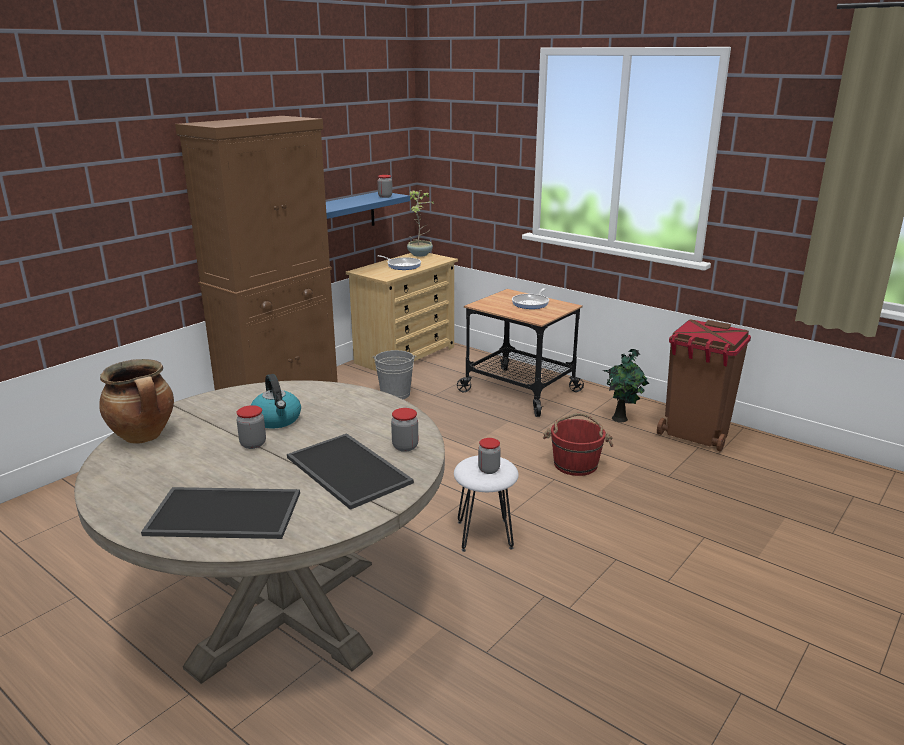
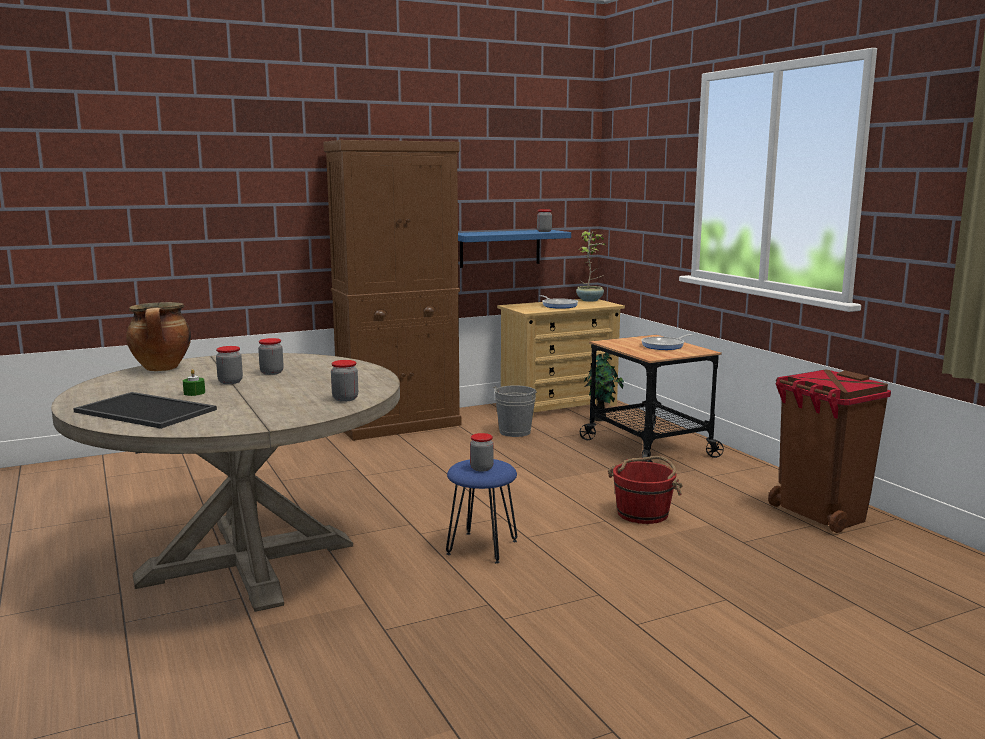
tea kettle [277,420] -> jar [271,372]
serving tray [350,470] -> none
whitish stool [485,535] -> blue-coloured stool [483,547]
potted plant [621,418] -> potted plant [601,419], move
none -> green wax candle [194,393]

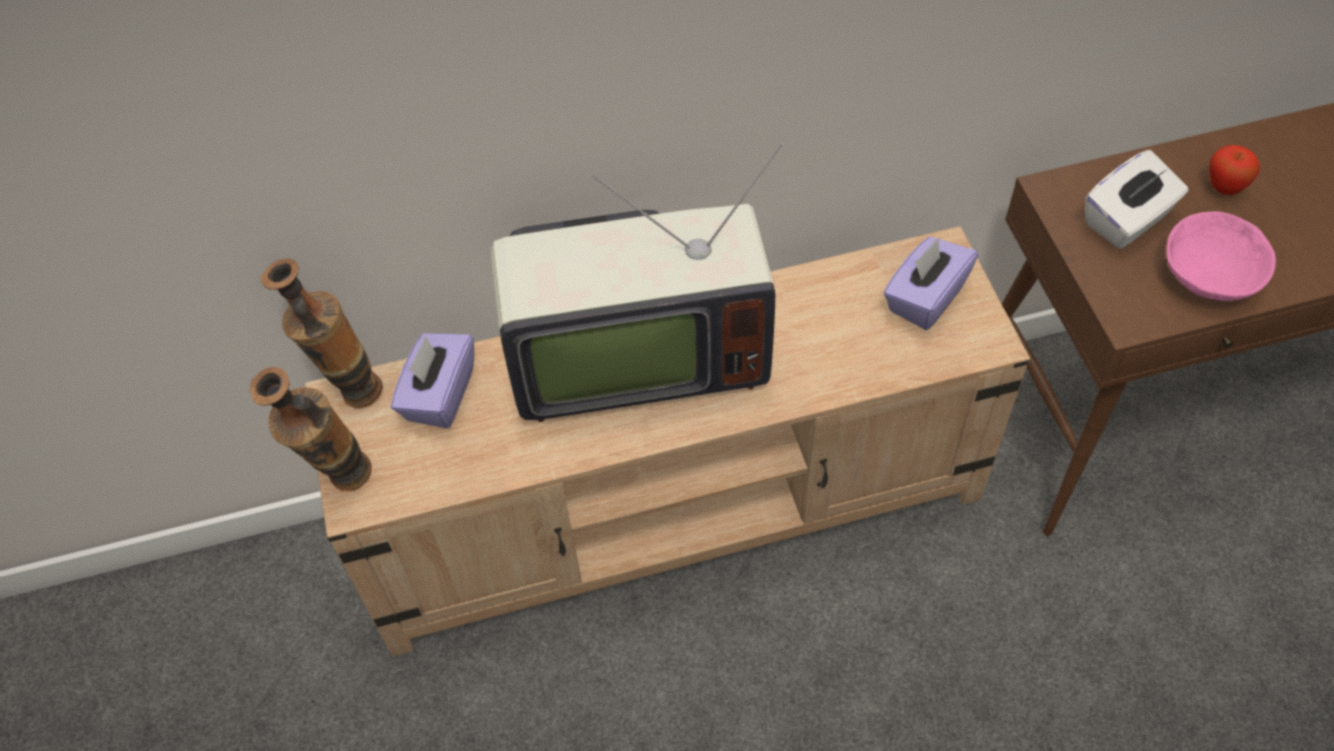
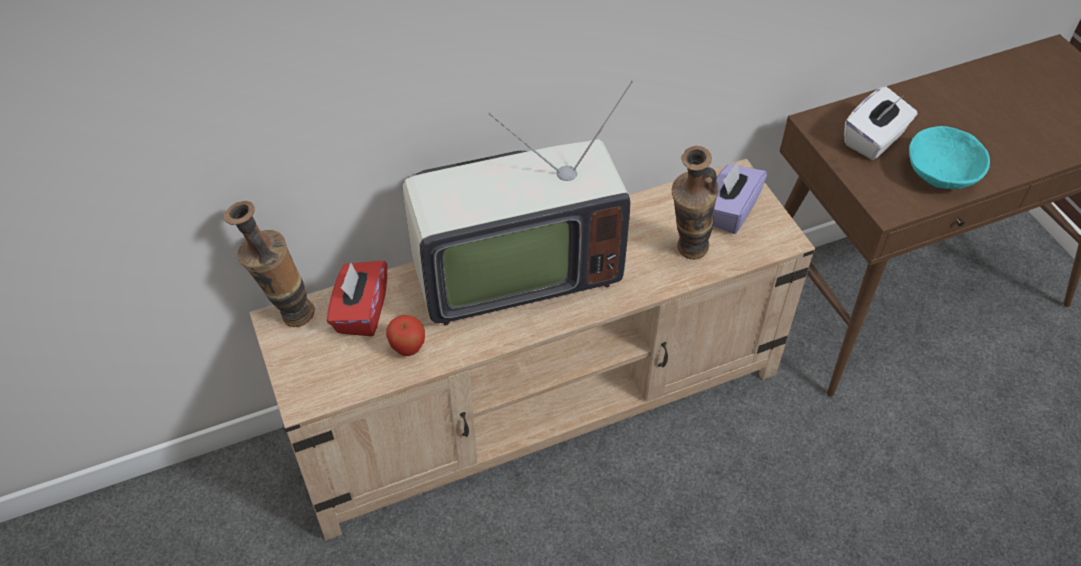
flower vase [339,483] -> flower vase [686,255], move
purplish tissue holder [439,395] -> red tissue holder [361,312]
pink-coloured serving bowl [1209,275] -> blue-green serving bowl [940,173]
apple [1224,188] -> apple [408,348], move

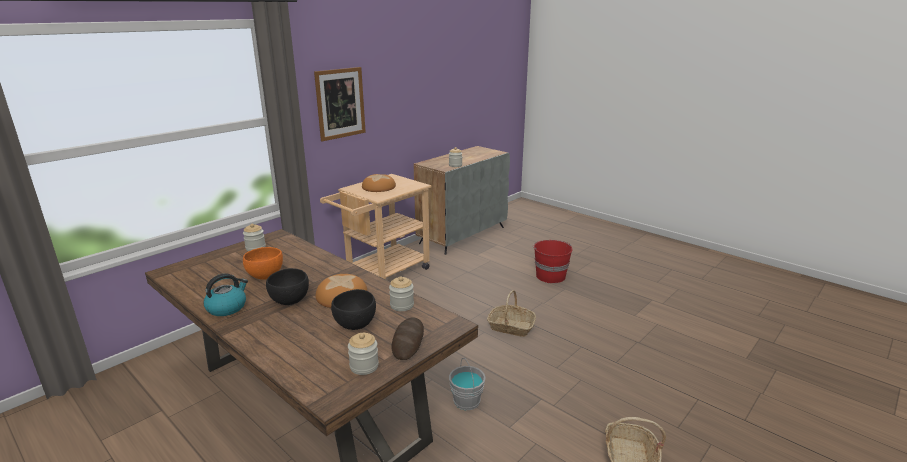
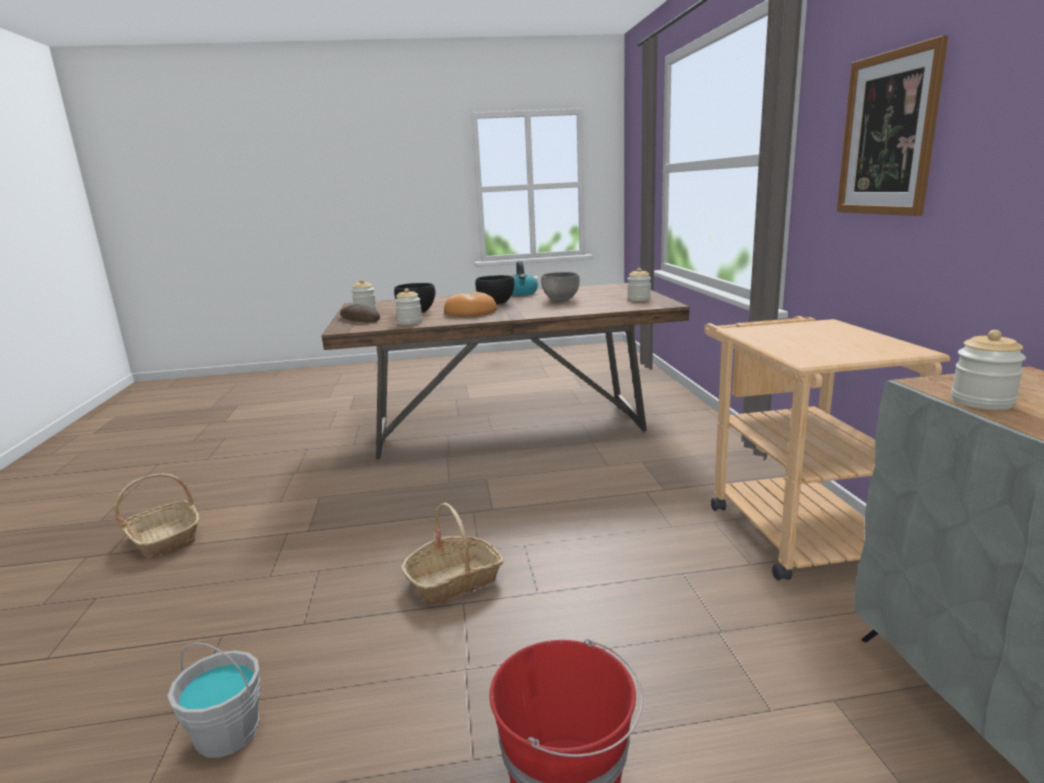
orange-coloured serving bowl [266,276] -> gray serving bowl [561,300]
baked bread [379,187] -> none
gray water bucket [467,401] -> gray water bucket [227,733], move

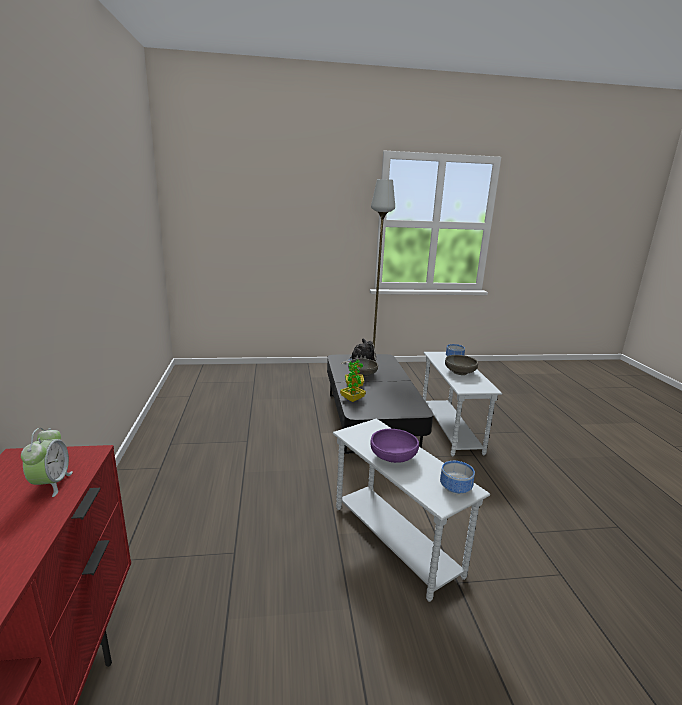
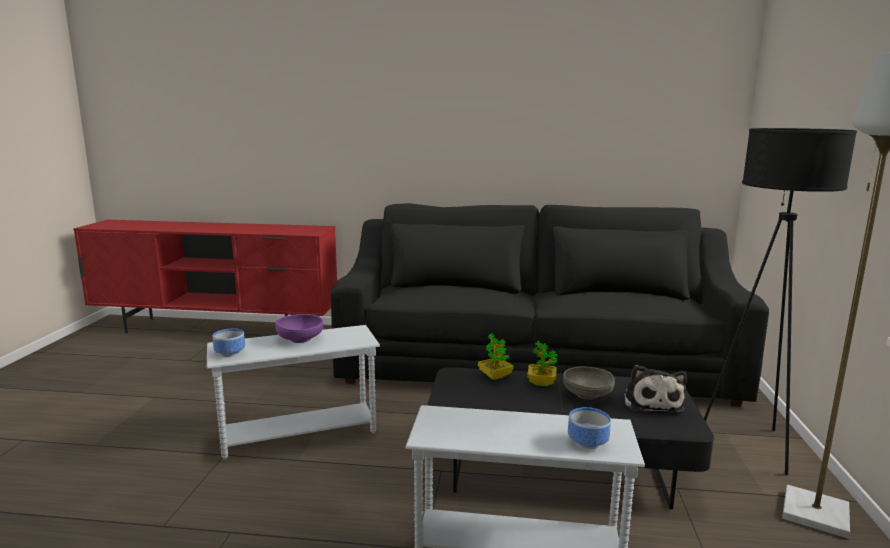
bedside clock [51,484] -> none
gray serving bowl [460,372] -> none
none -> black settee [535,363]
none -> black floor lamp [752,446]

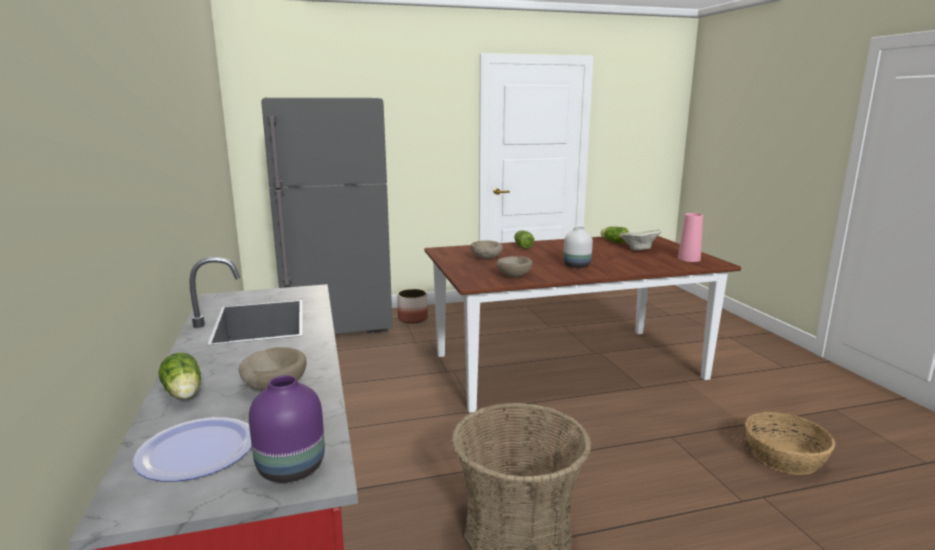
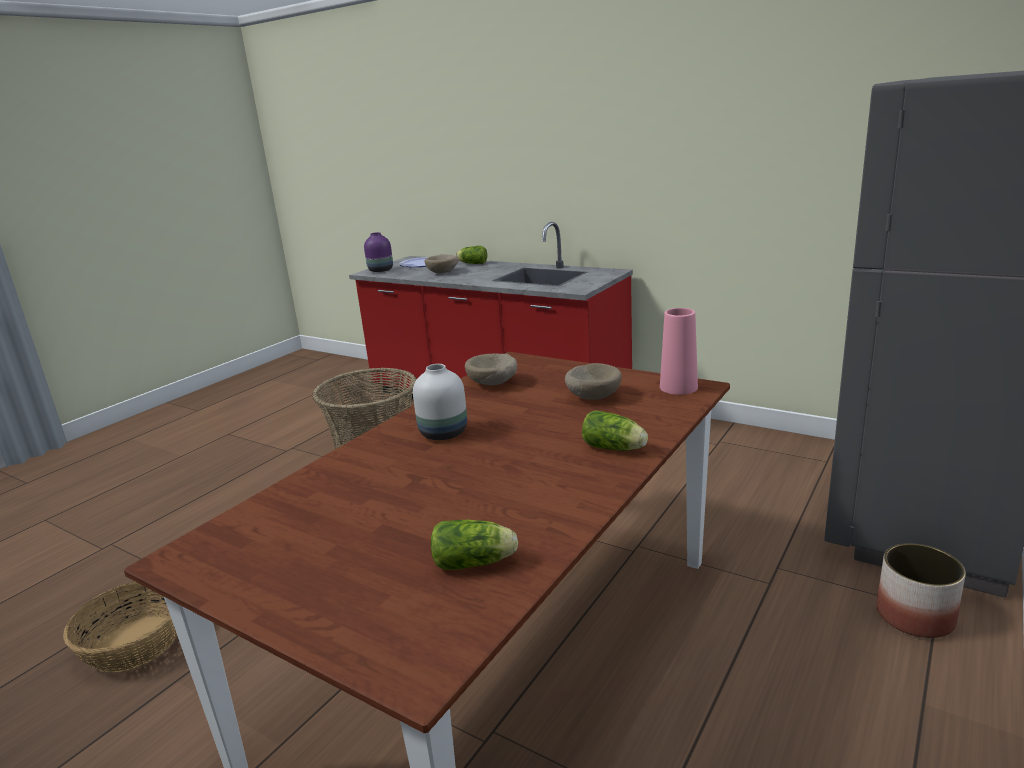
beige serving bowl [638,250] -> none
pink-coloured flower vase [689,259] -> pink-coloured flower vase [678,387], move

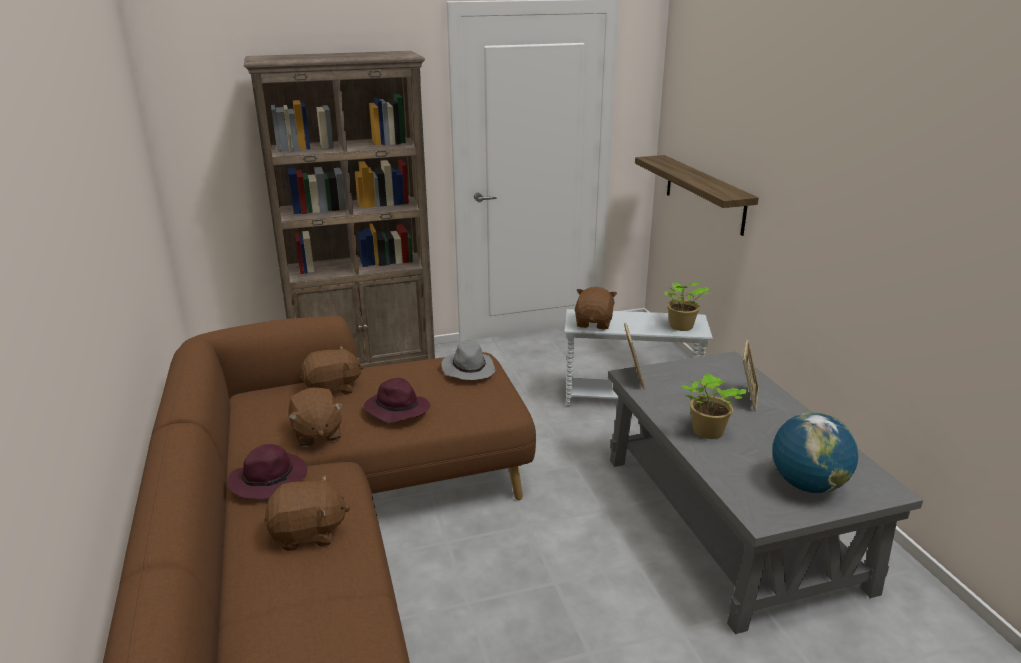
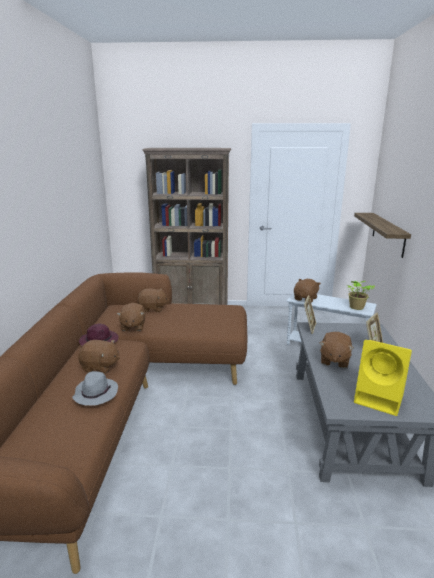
purplish hat [396,409] -> none
gray hat [468,369] -> gray hat [95,393], move
potted plant [706,432] -> brown soft toy [334,360]
world globe [807,485] -> yellow speaker [380,399]

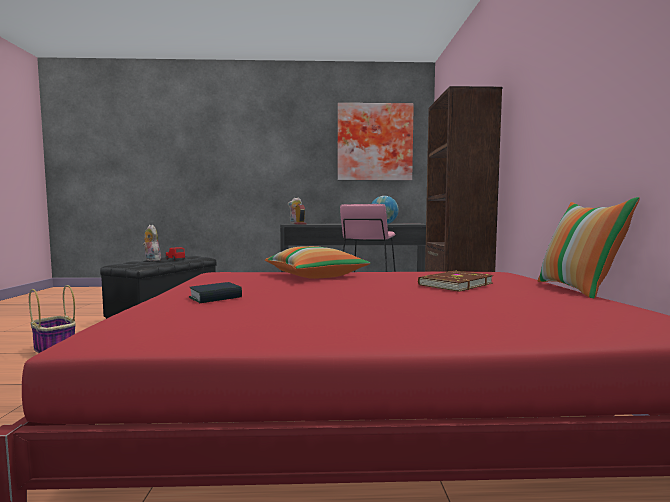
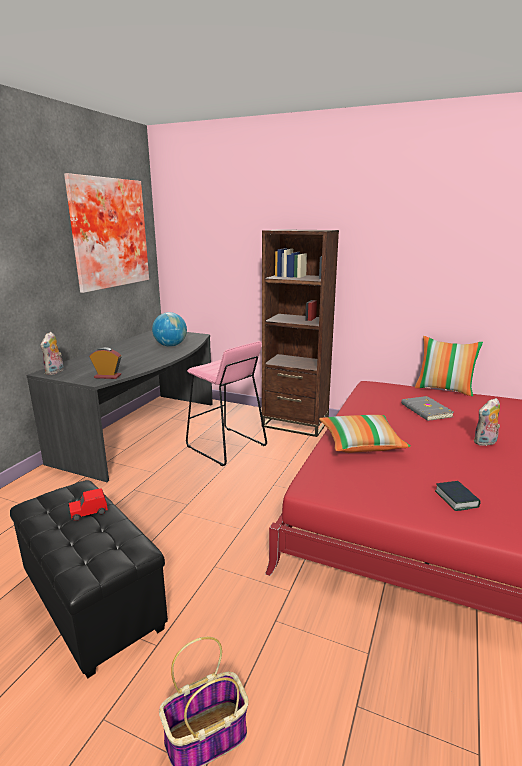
soft toy [151,260] -> soft toy [485,443], move
brown book [454,284] -> gray book [425,410]

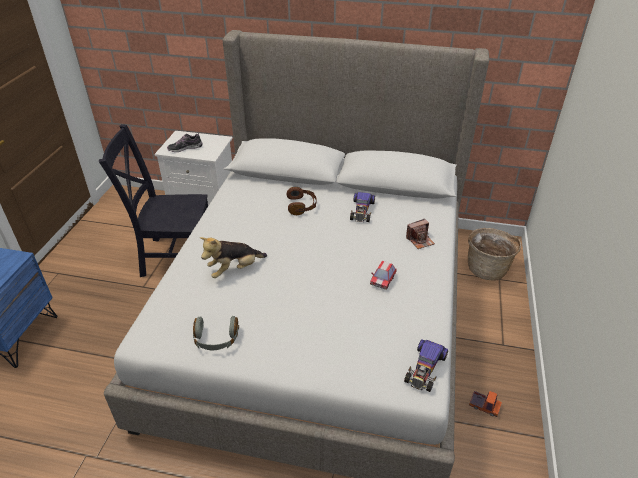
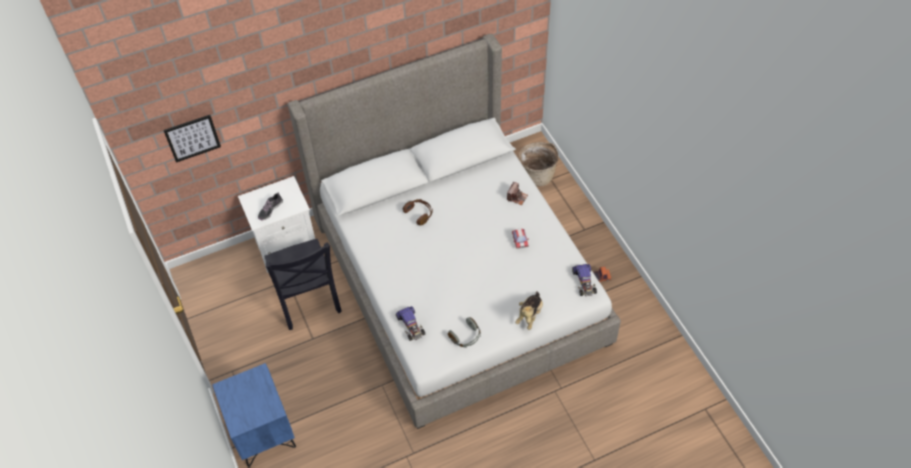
black plain chair [174,256] -> black plain chair [307,301], 75 degrees counterclockwise
soft toy [234,269] -> soft toy [529,315], move
miniature car [362,211] -> miniature car [411,325], move
none -> picture [192,138]

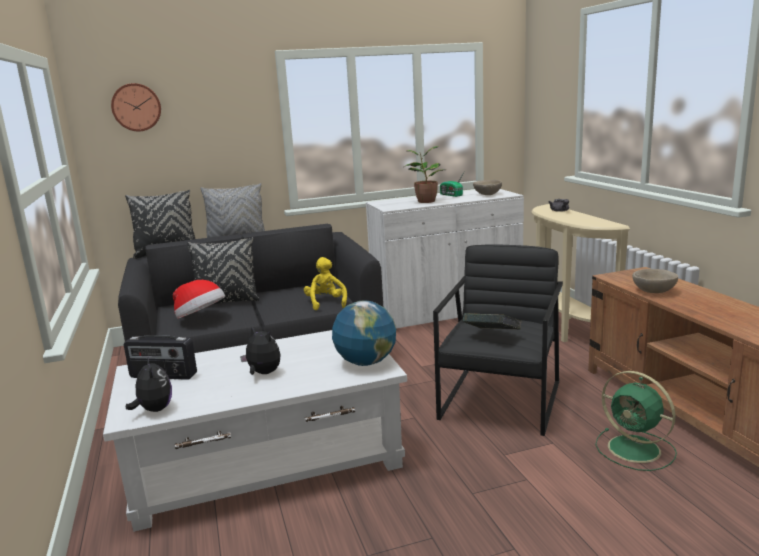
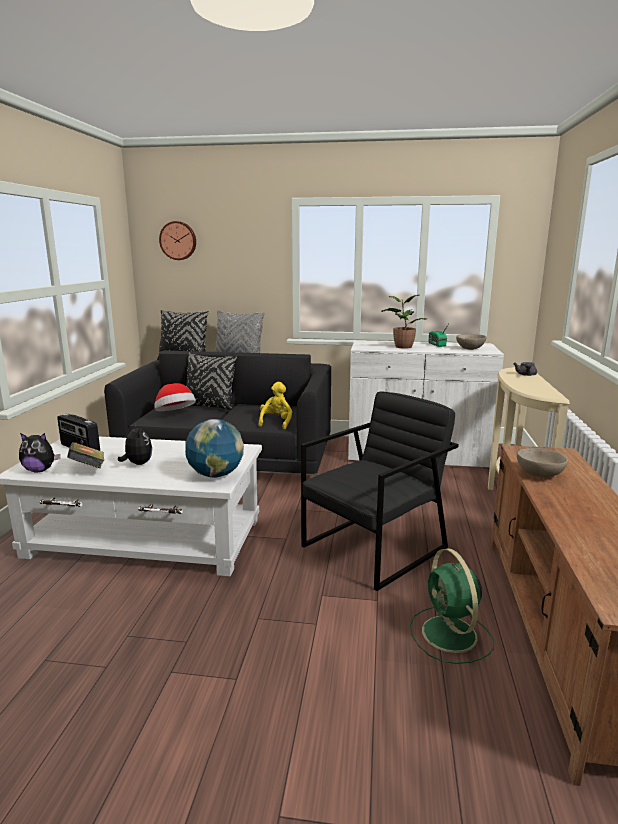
soft toy [154,410] -> soft toy [40,470], 90 degrees clockwise
book [492,336] -> book [88,469], move

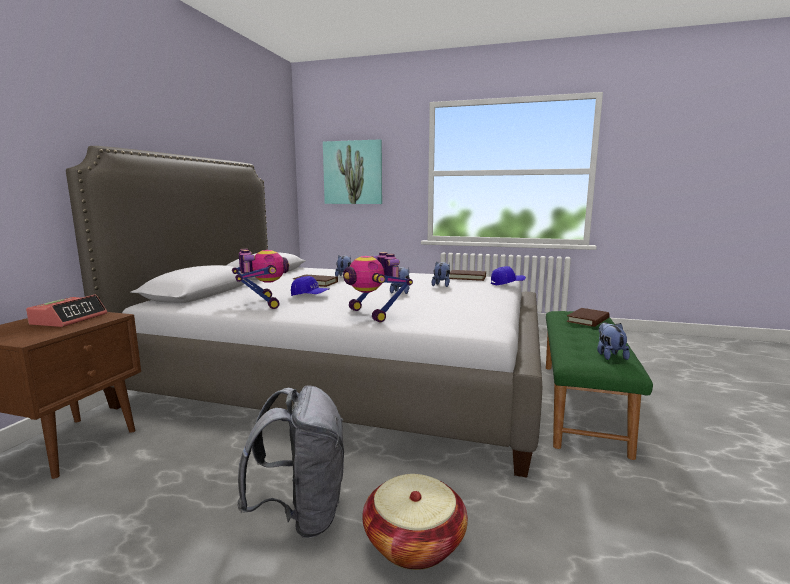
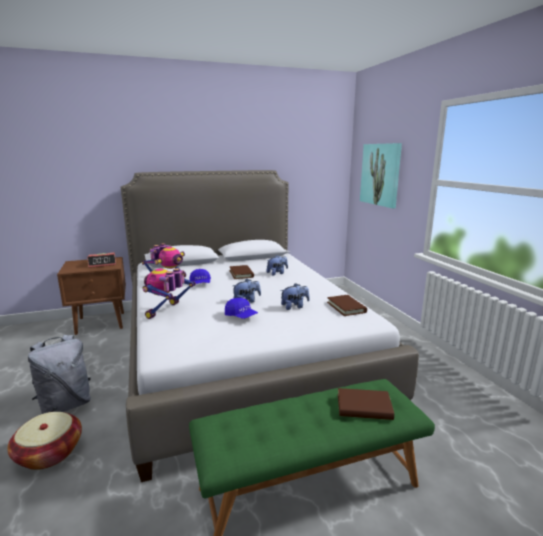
blue-coloured cap [507,283] -> blue-coloured cap [241,316], move
soft toy [609,355] -> none

